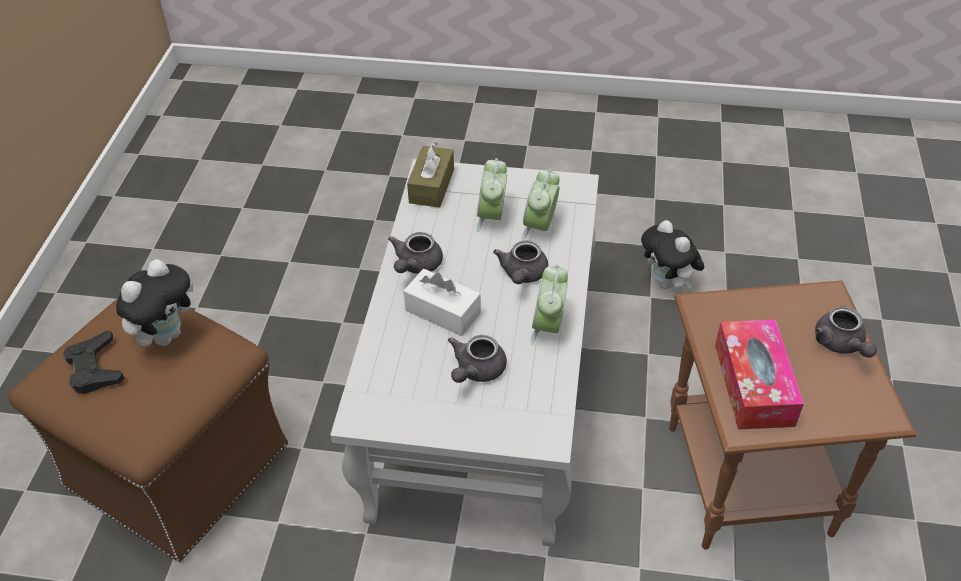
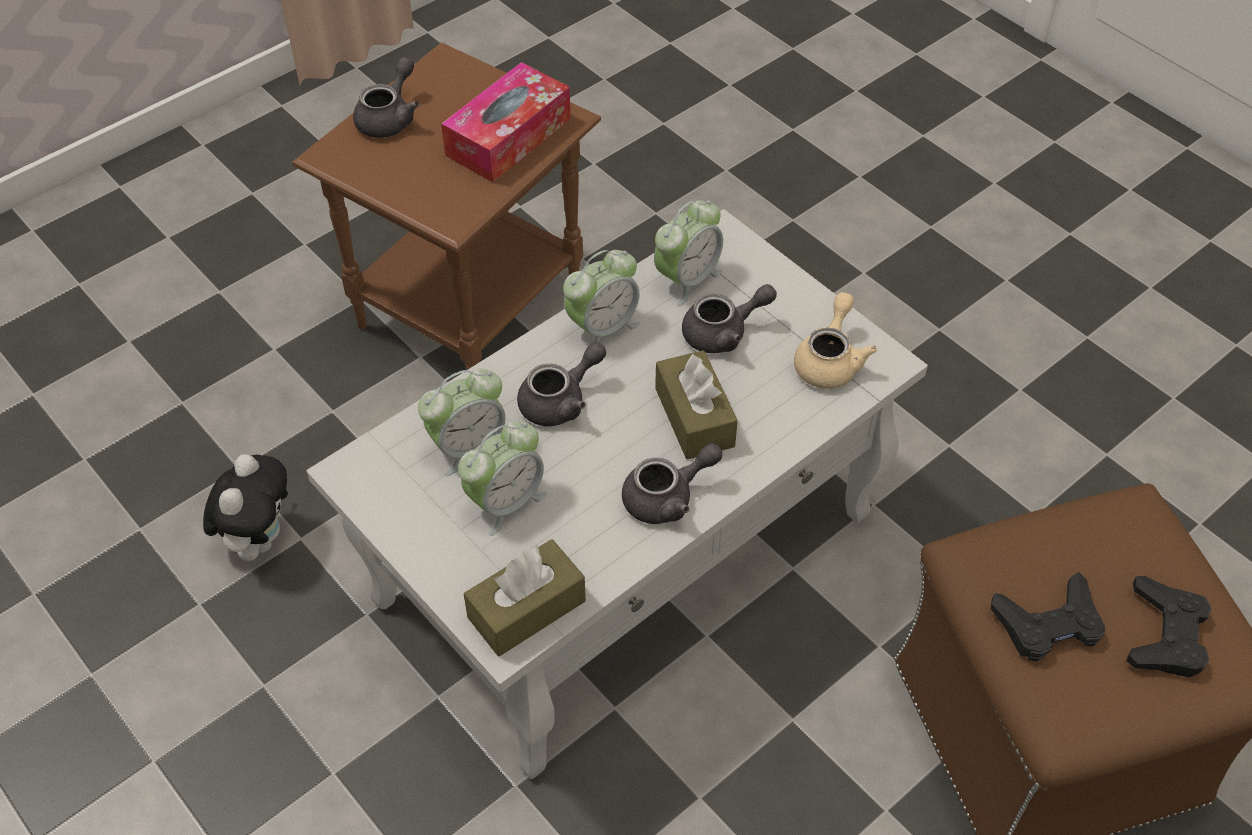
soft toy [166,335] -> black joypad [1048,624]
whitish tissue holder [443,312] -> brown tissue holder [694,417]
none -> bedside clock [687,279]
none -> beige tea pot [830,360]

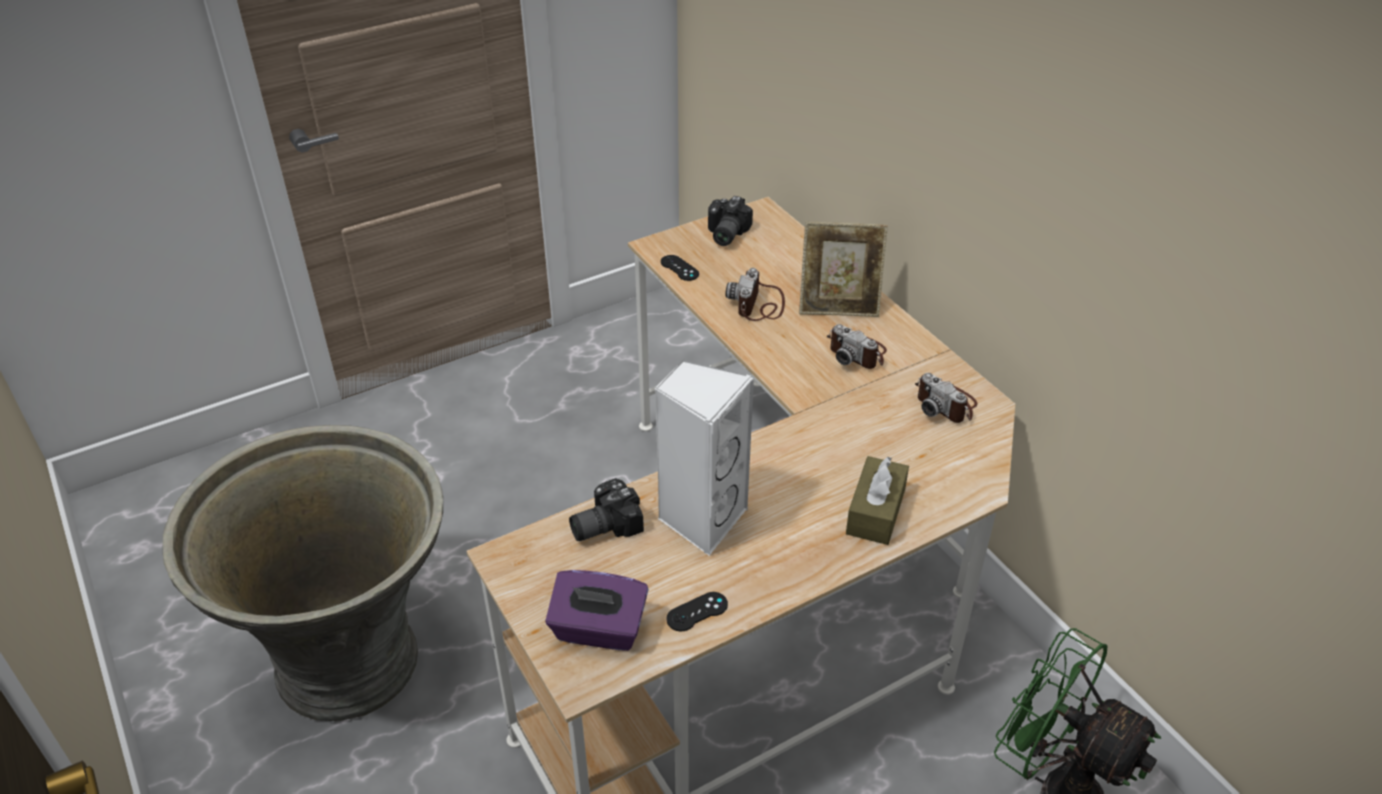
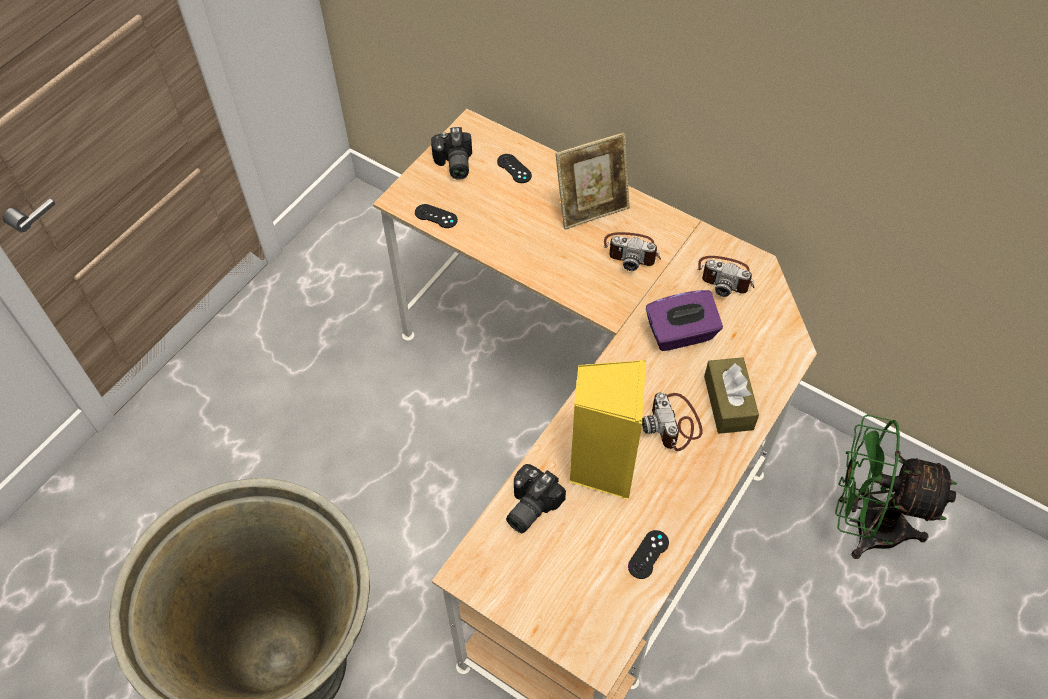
purplish tissue holder [598,630] -> purplish tissue holder [681,334], move
whitish speaker [701,518] -> yellow speaker [601,466]
still camera [759,304] -> still camera [673,424], move
none -> black joypad [514,168]

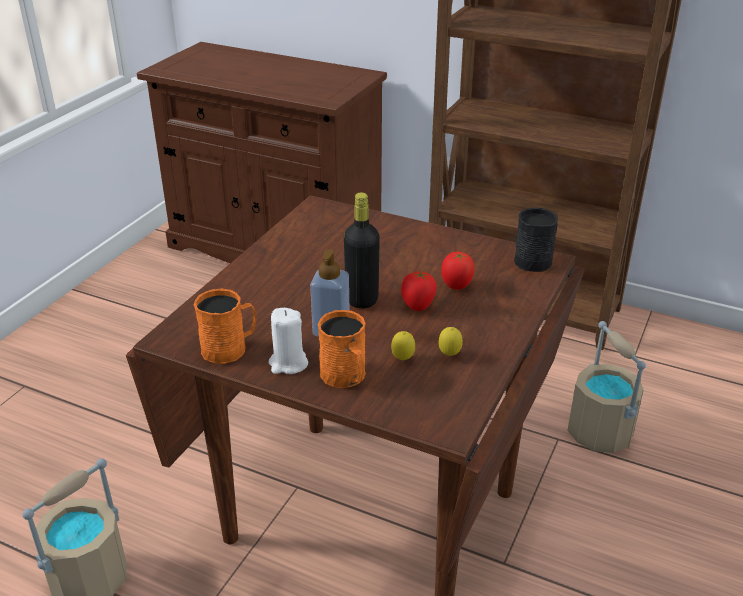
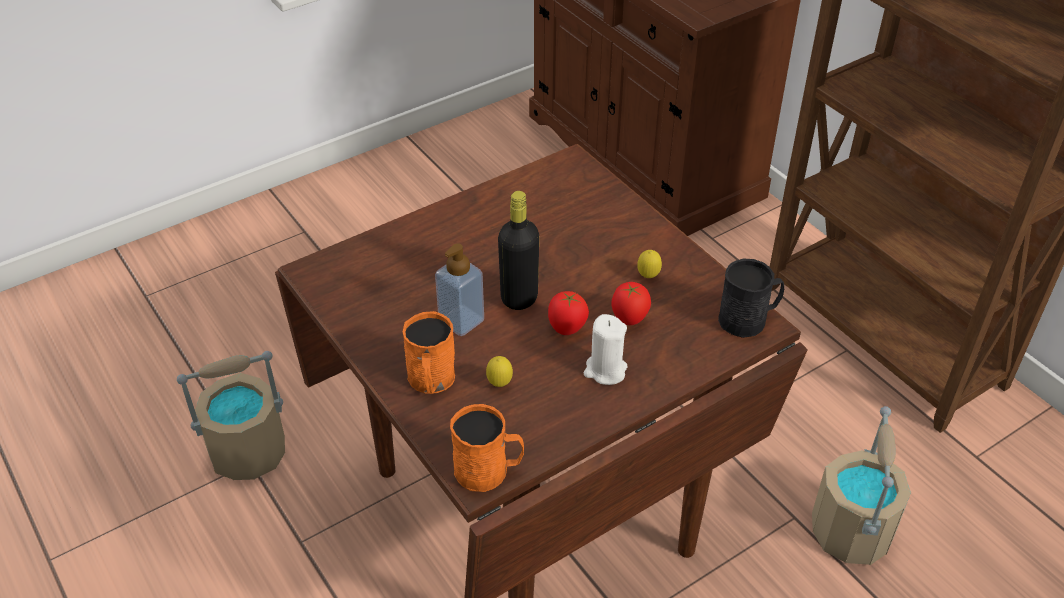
orange-coloured coffee mug [230,348] -> orange-coloured coffee mug [488,470], move
whitish wax candle [288,363] -> whitish wax candle [605,370], move
lemon [449,355] -> lemon [648,277], move

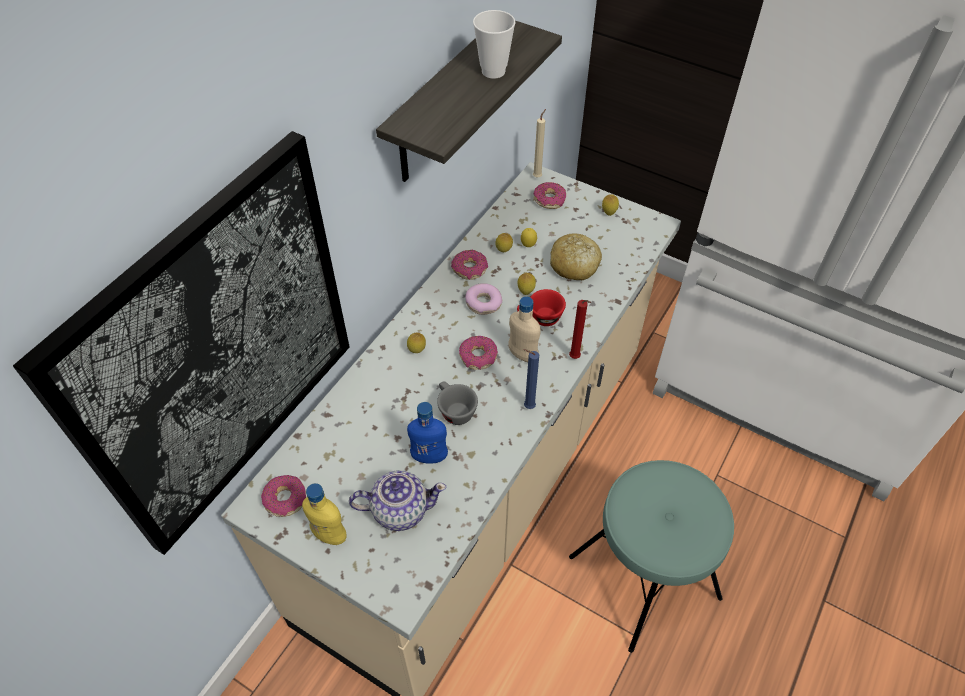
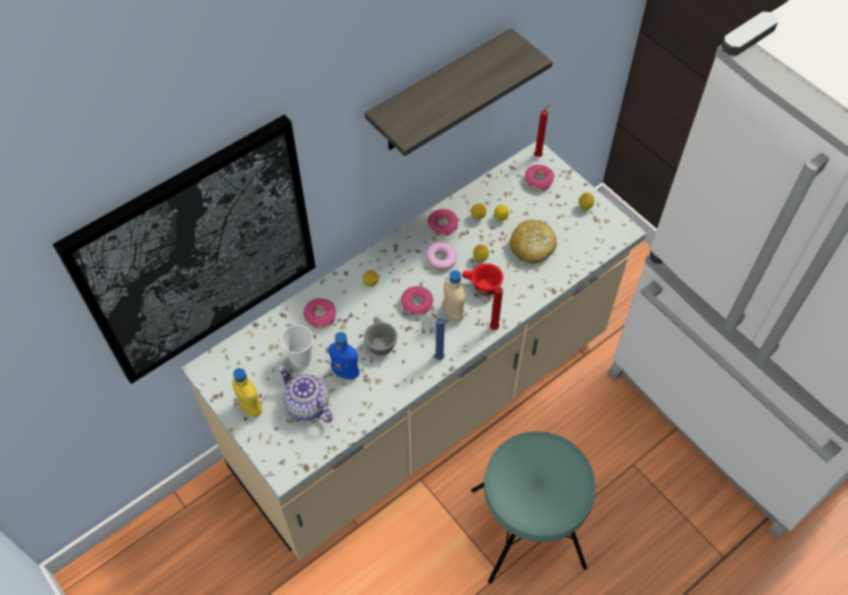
doughnut [285,499] -> doughnut [320,316], move
tea pot [399,509] -> tea pot [307,405], 150 degrees counterclockwise
small cup [493,71] -> small cup [301,360], move
beige wax candle [538,176] -> red wax candle [539,155]

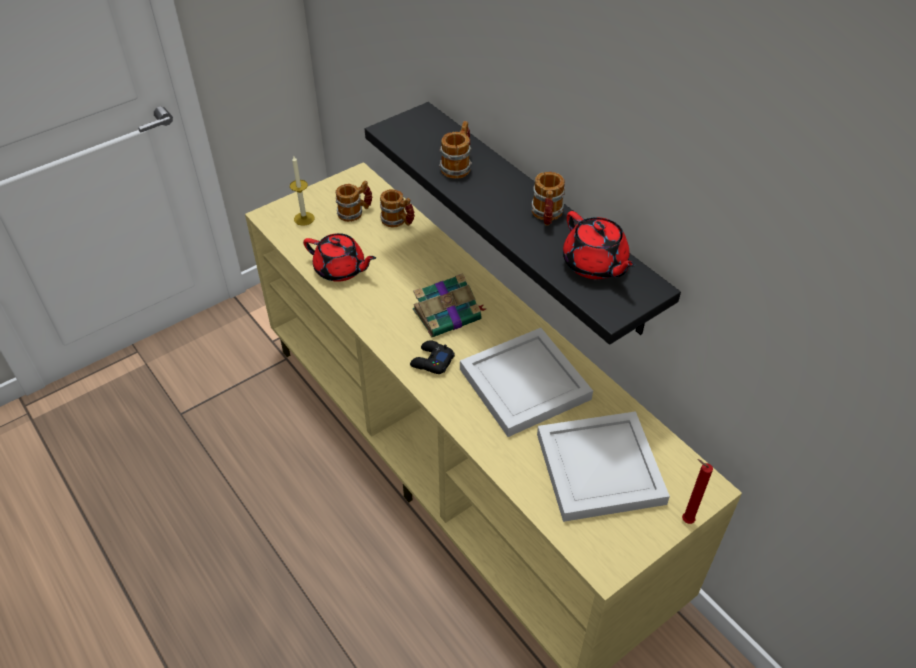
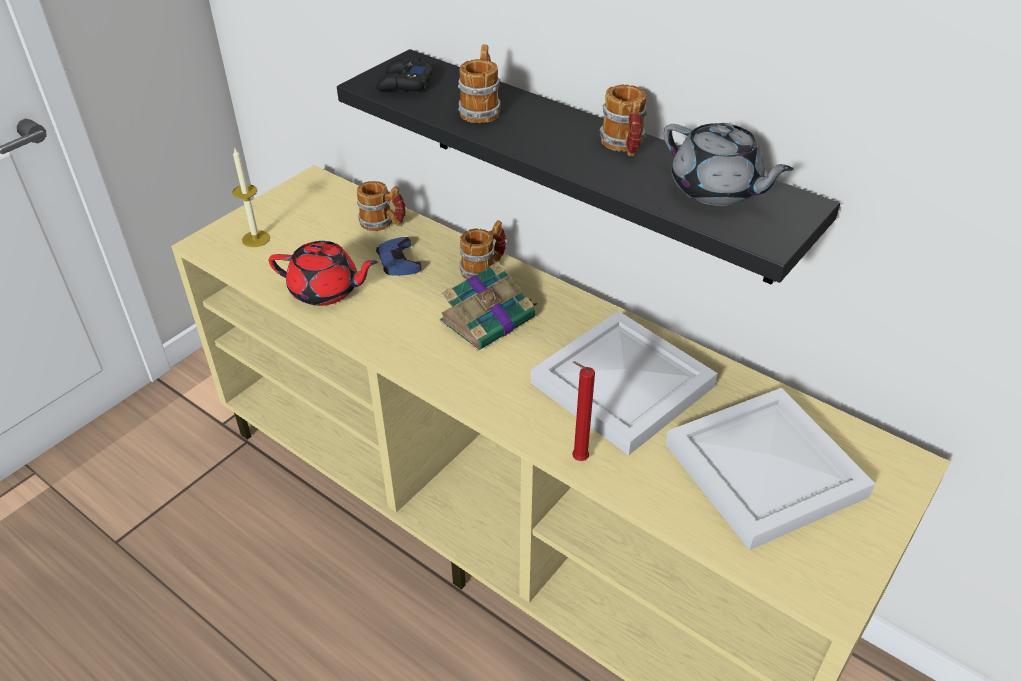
coffee mug [355,212] -> coffee mug [484,268], move
black joypad [431,361] -> black joypad [404,84], move
red tea pot [595,265] -> gray tea pot [716,190]
red wax candle [685,520] -> red wax candle [577,459], move
none -> blue-coloured joypad [398,261]

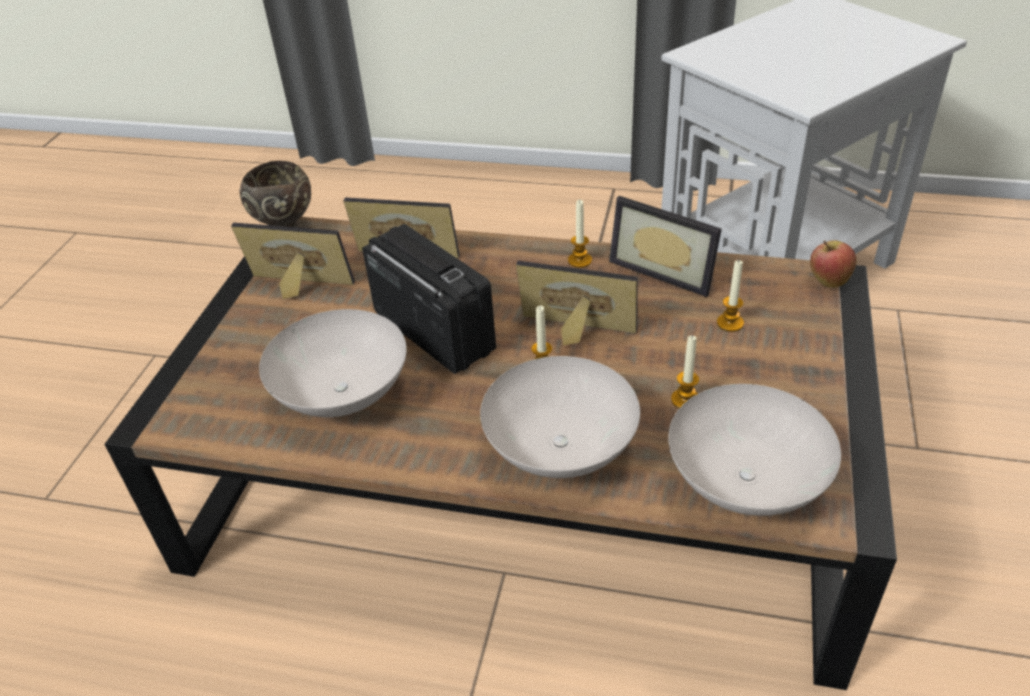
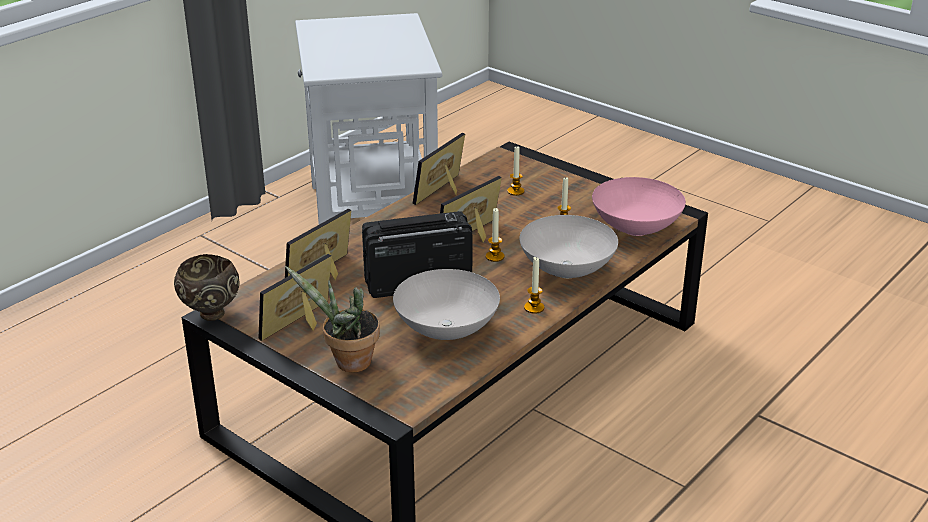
wax candle [579,260] -> wax candle [534,308], move
picture frame [666,269] -> picture frame [446,192], 150 degrees clockwise
whitish serving bowl [746,485] -> pink-coloured serving bowl [637,229]
apple [828,281] -> none
none -> potted plant [347,363]

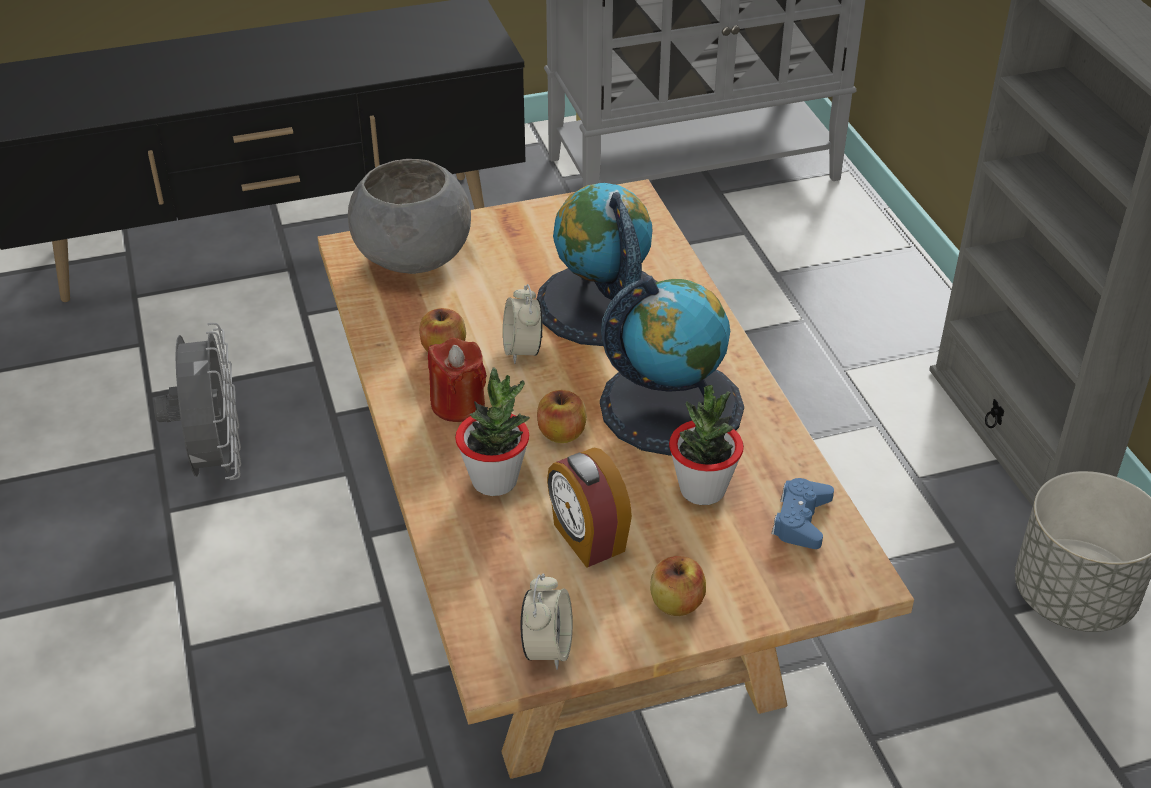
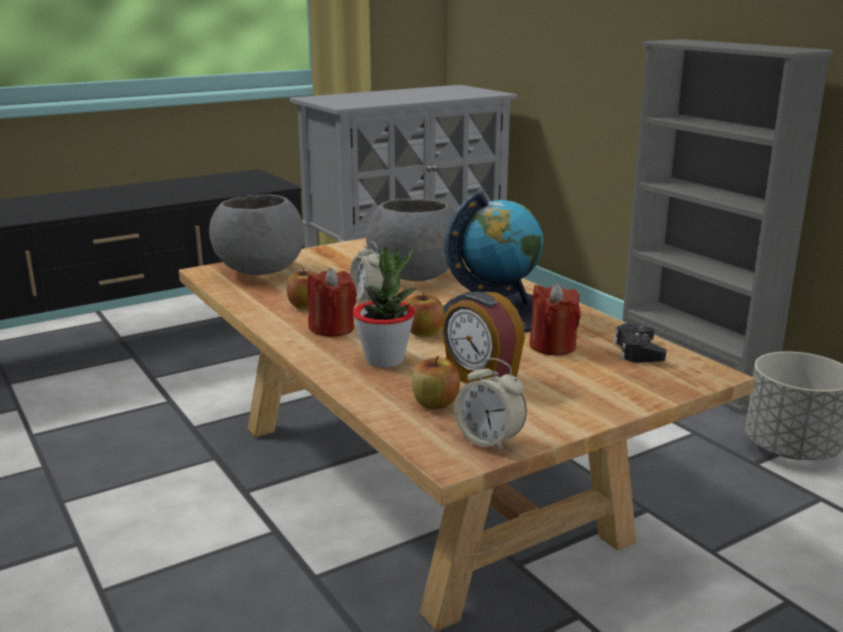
gray electric fan [215,462] -> none
bedside clock [547,649] -> bedside clock [489,440], 135 degrees clockwise
world globe [601,304] -> gray serving bowl [414,277]
apple [676,603] -> apple [435,403], move
potted plant [702,490] -> red wax candle [552,346]
blue-coloured joypad [801,520] -> black joypad [638,351]

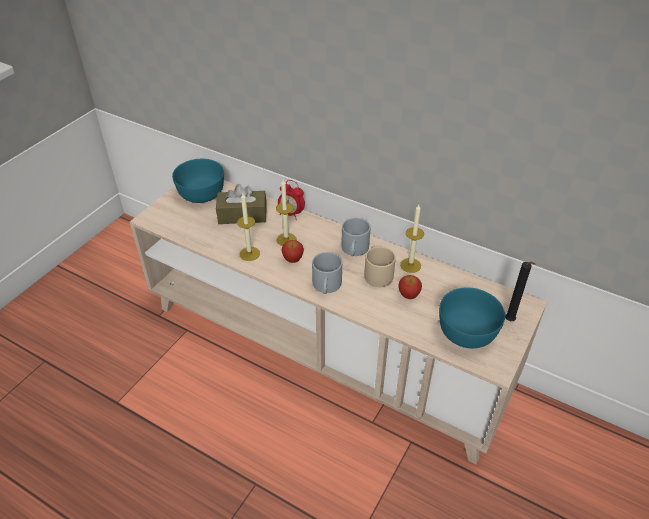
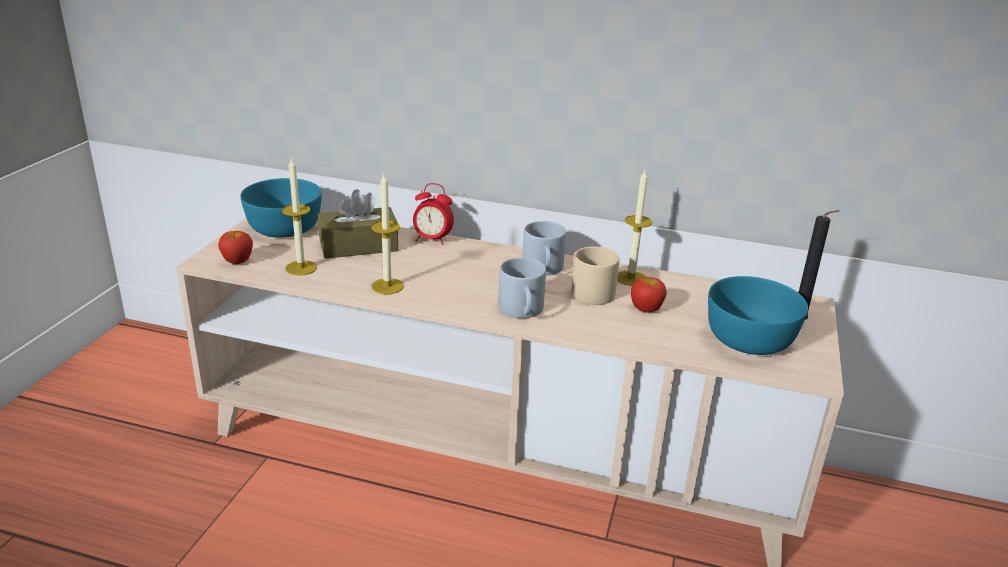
wax candle [286,239] -> wax candle [301,268], move
apple [293,259] -> apple [237,261], move

